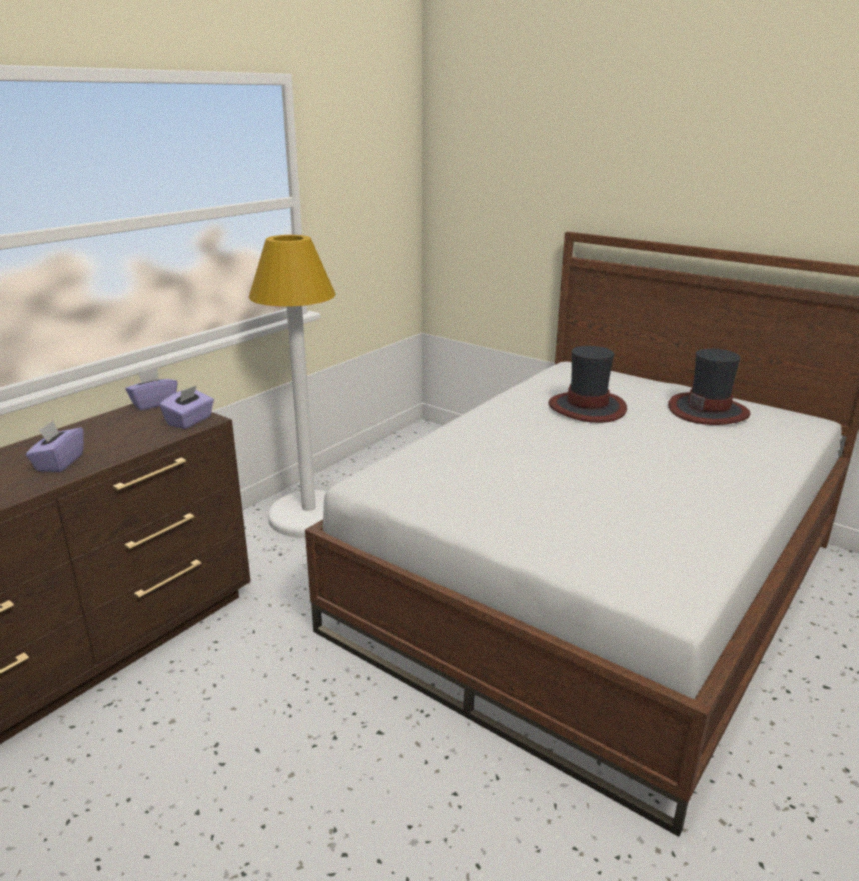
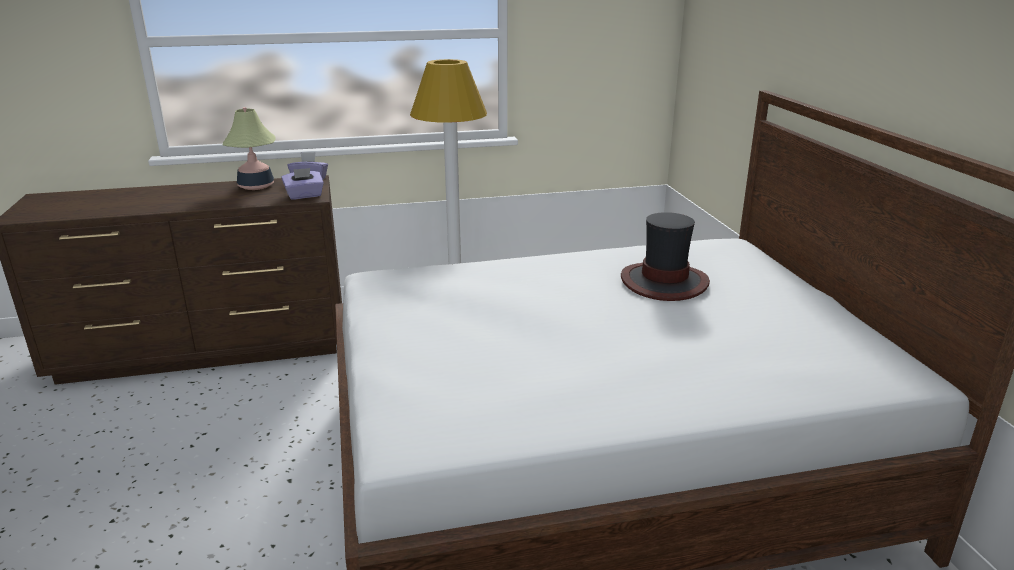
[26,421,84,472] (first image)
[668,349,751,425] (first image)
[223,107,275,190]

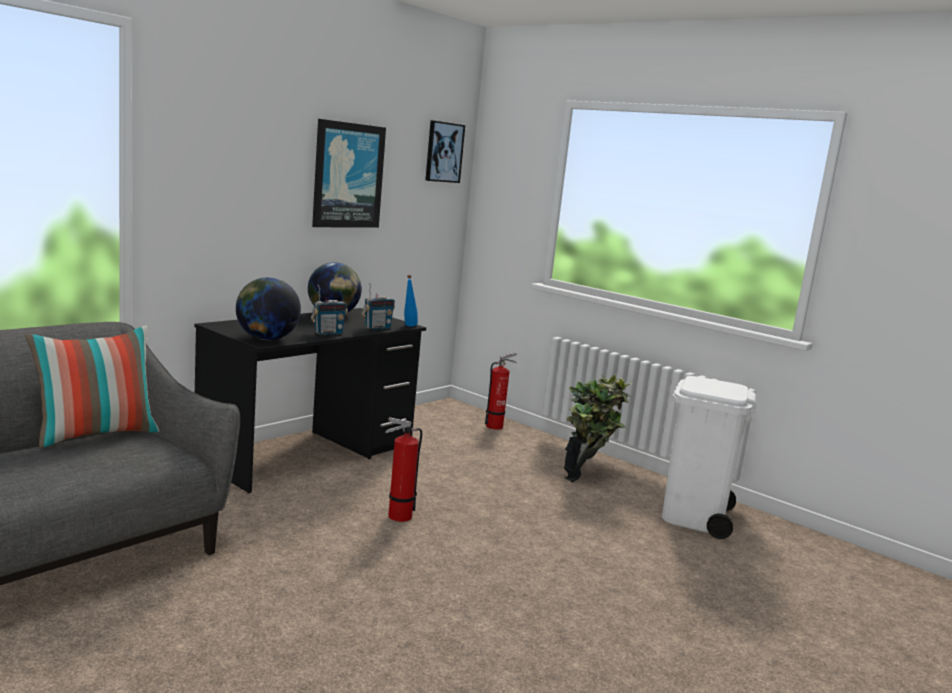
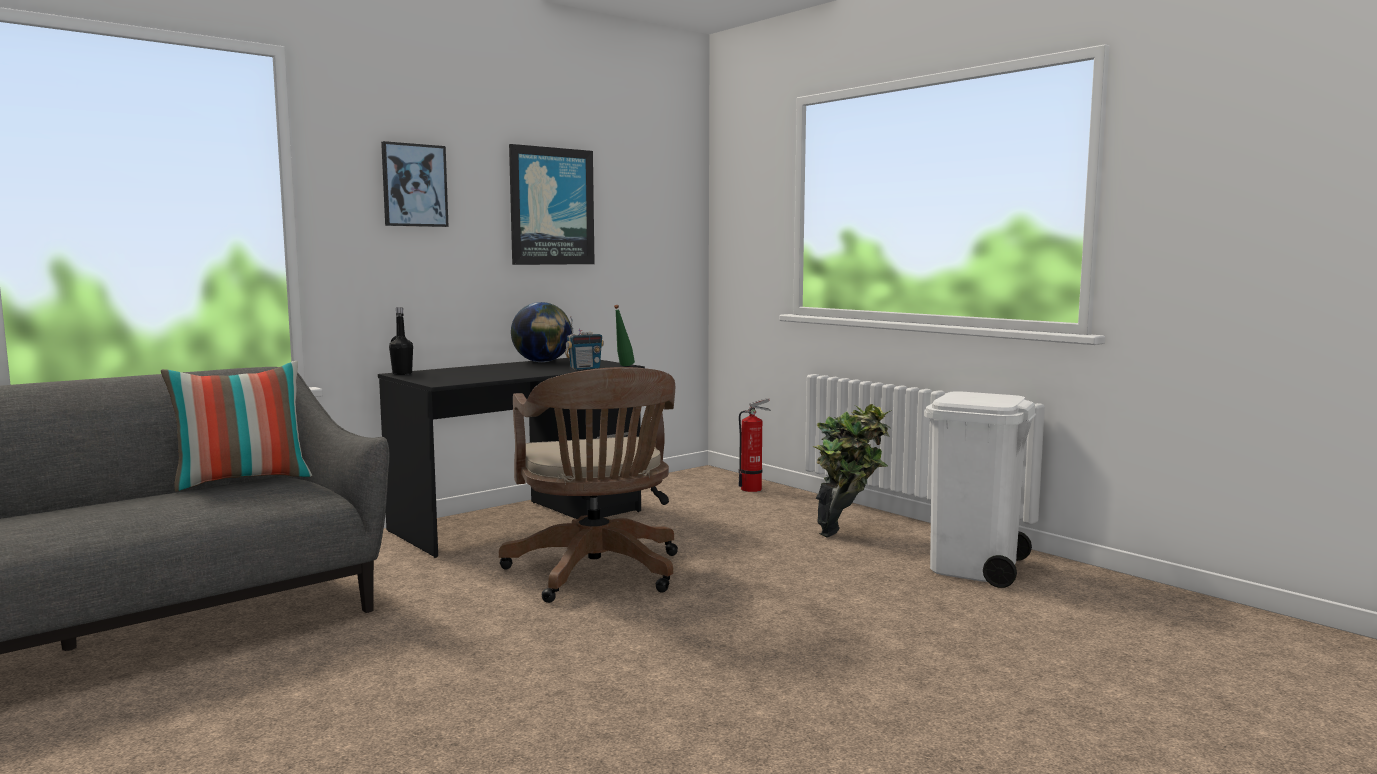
[236,277,301,340] (first image)
[311,285,348,335] (first image)
[389,307,413,375]
[381,141,449,227]
[499,367,678,603]
[614,305,635,366]

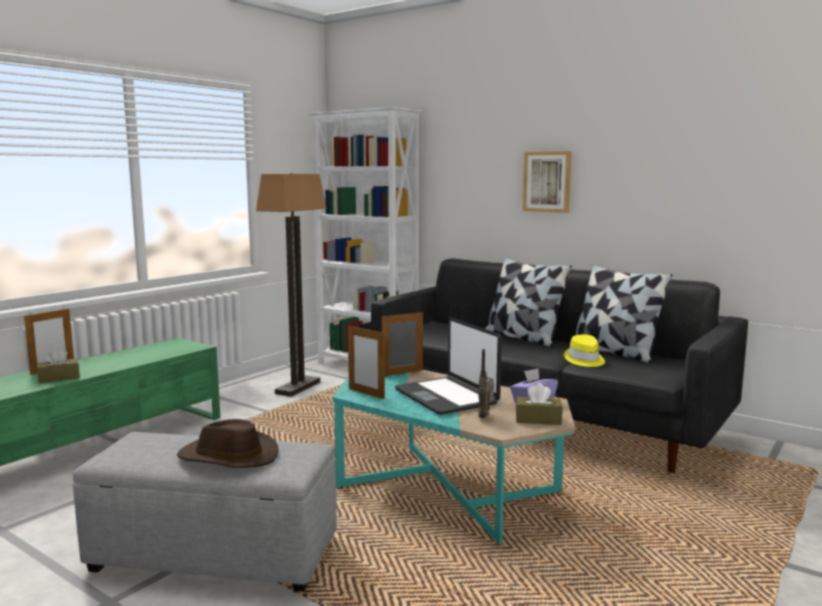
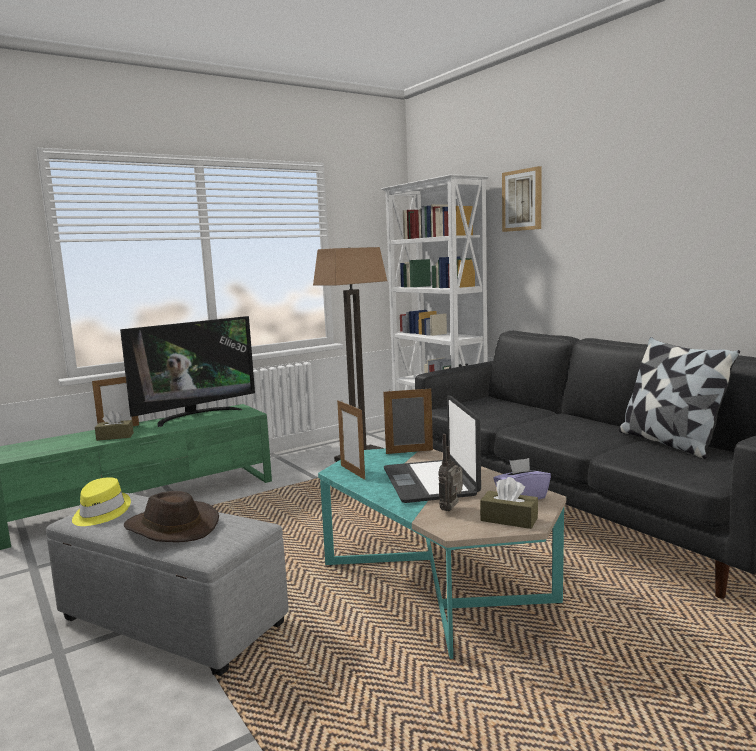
[485,257,572,347] (first image)
[120,316,255,427]
[502,166,542,232]
[72,477,131,526]

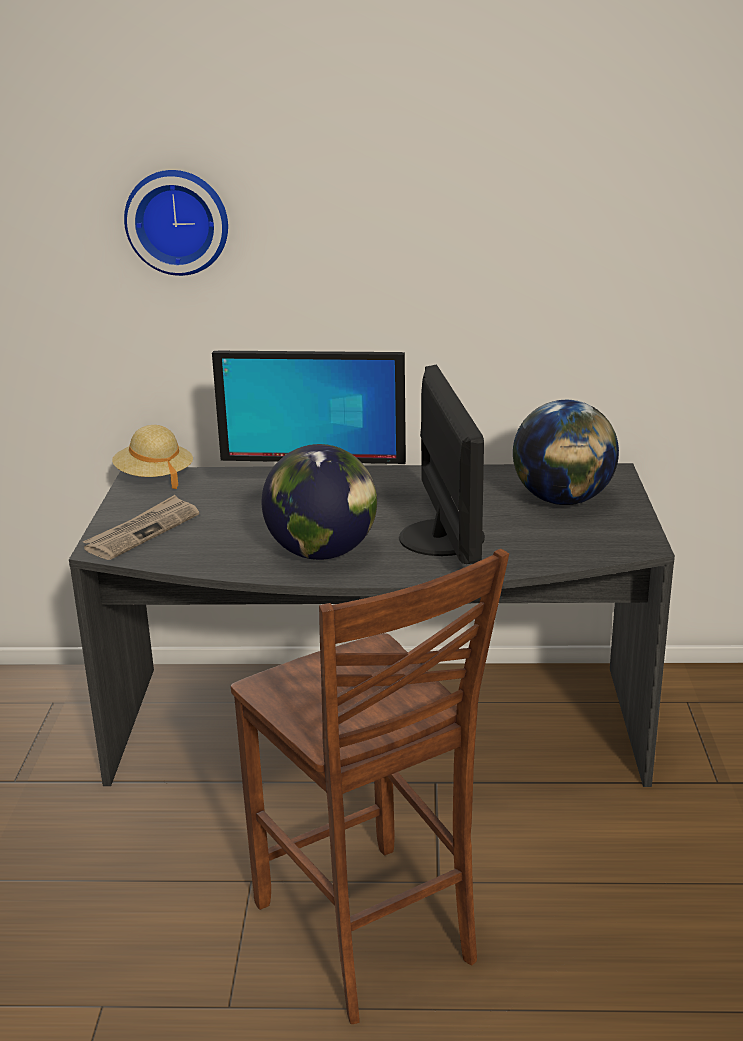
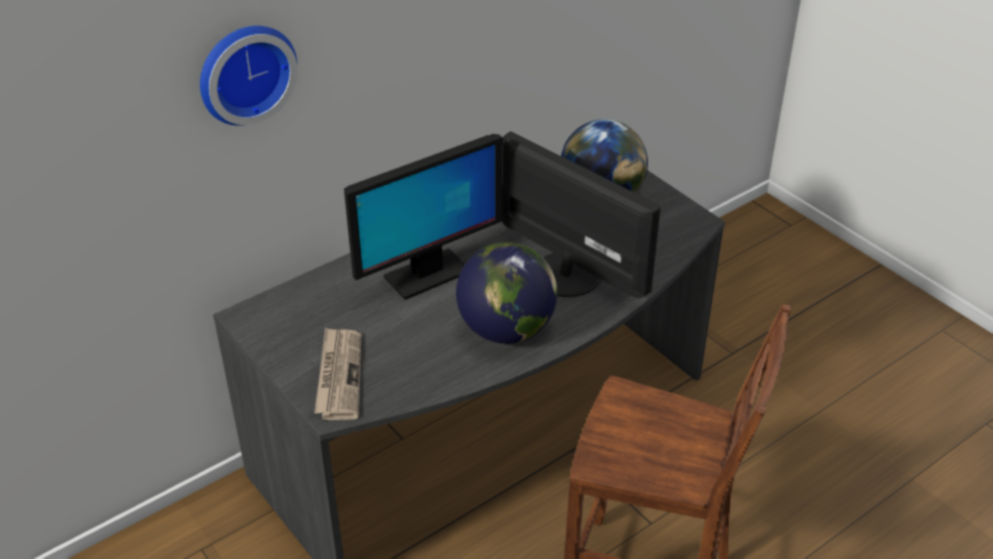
[112,425,193,489] (first image)

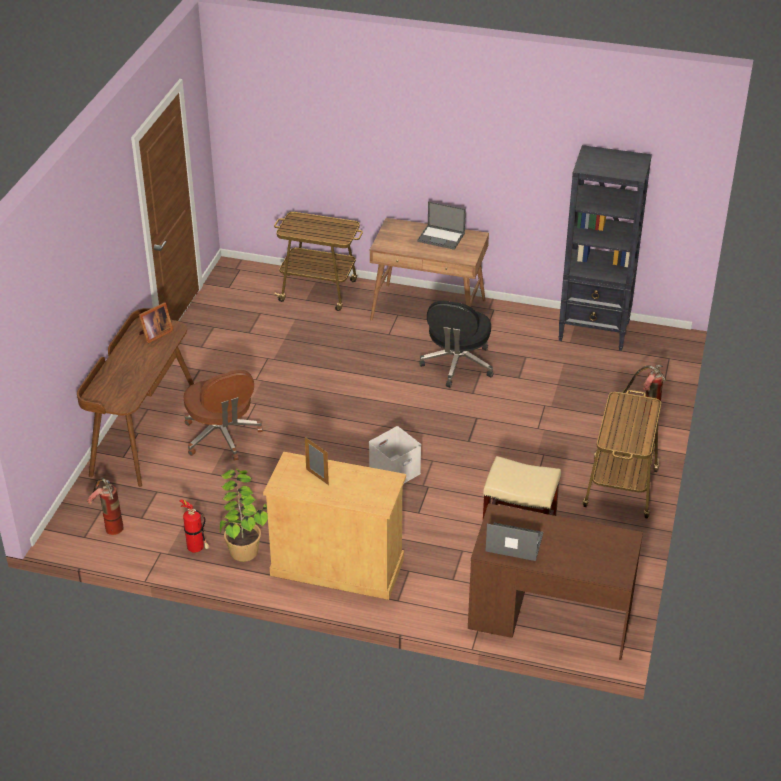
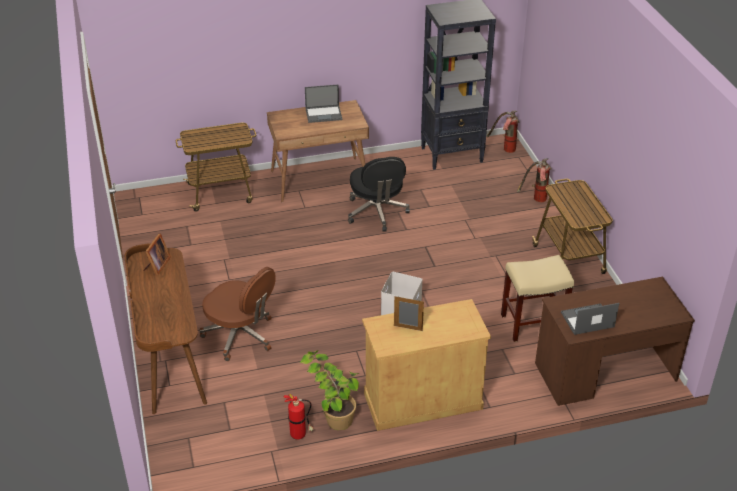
[487,110,520,153]

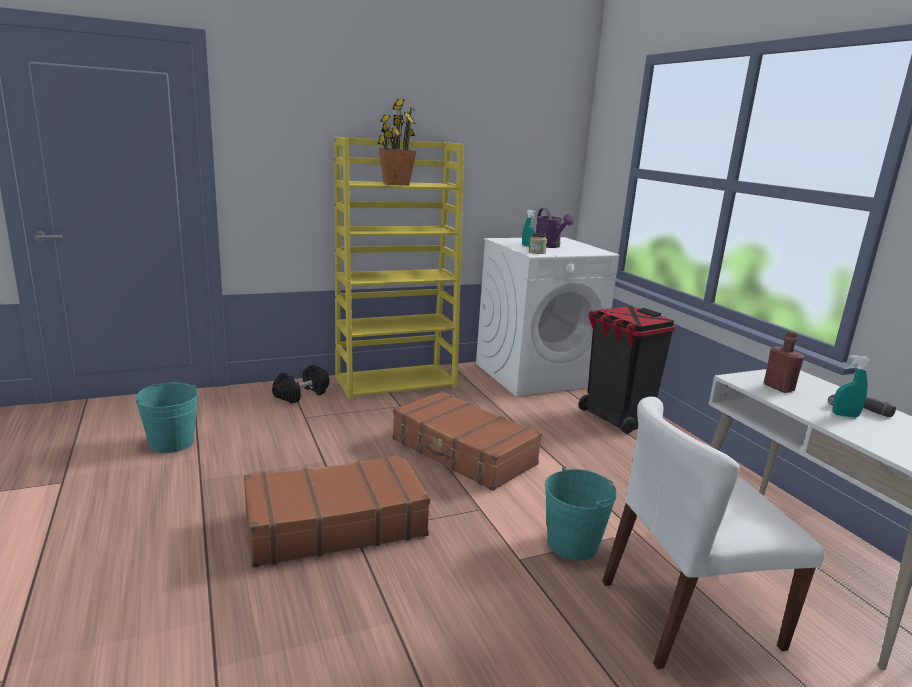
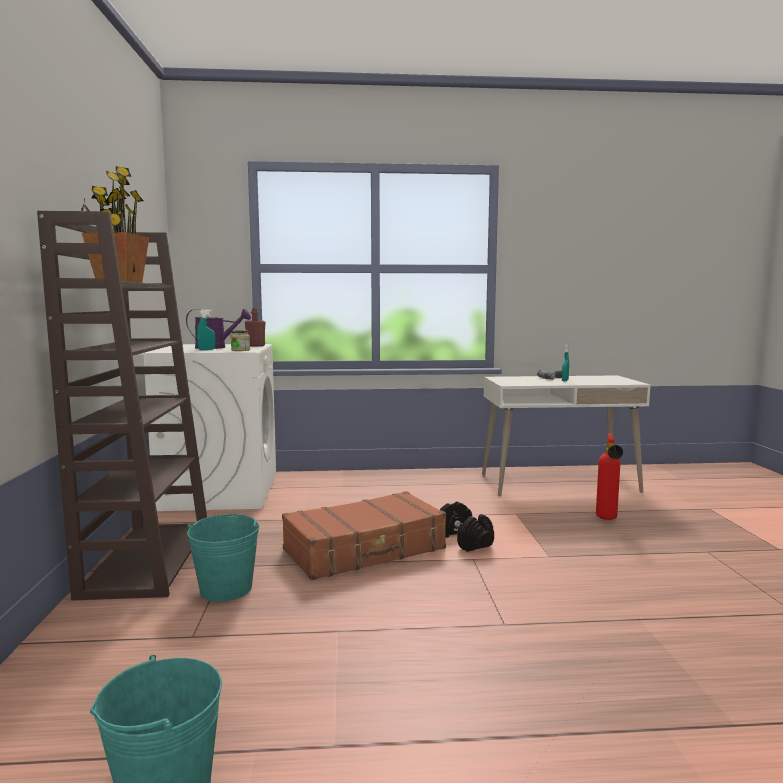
[244,454,430,567] (first image)
[579,306,676,434] (first image)
[440,502,494,552]
[187,514,259,602]
[245,308,265,346]
[596,433,623,520]
[37,211,207,601]

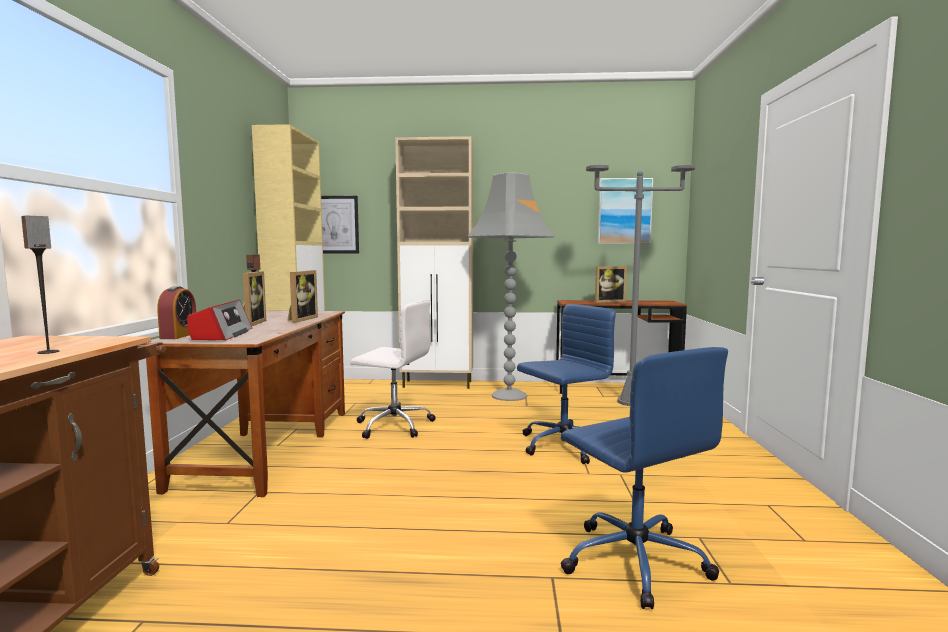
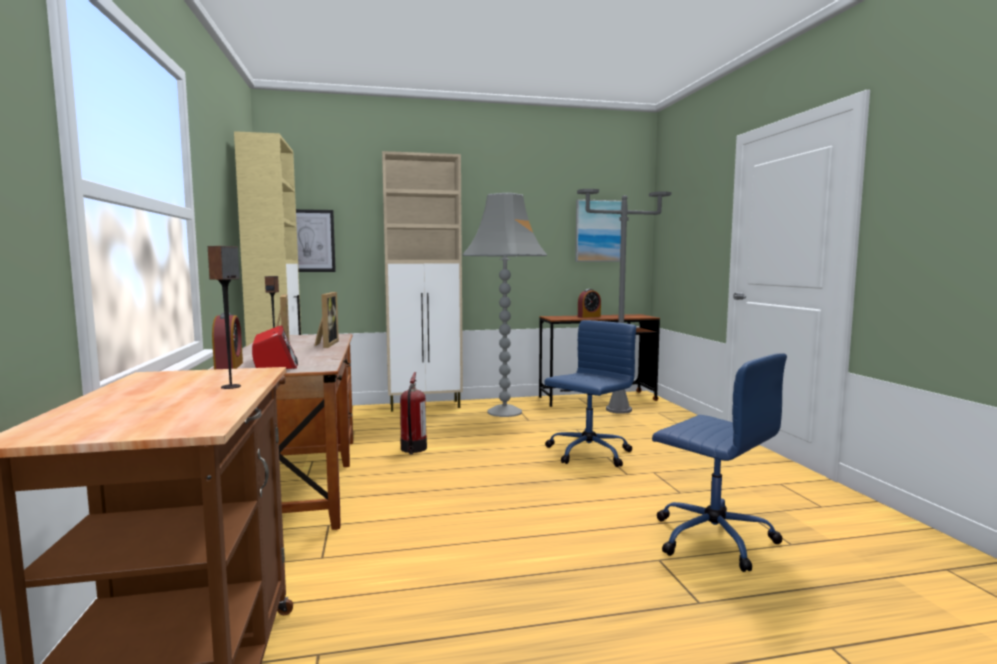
[400,372,427,454]
[578,289,601,318]

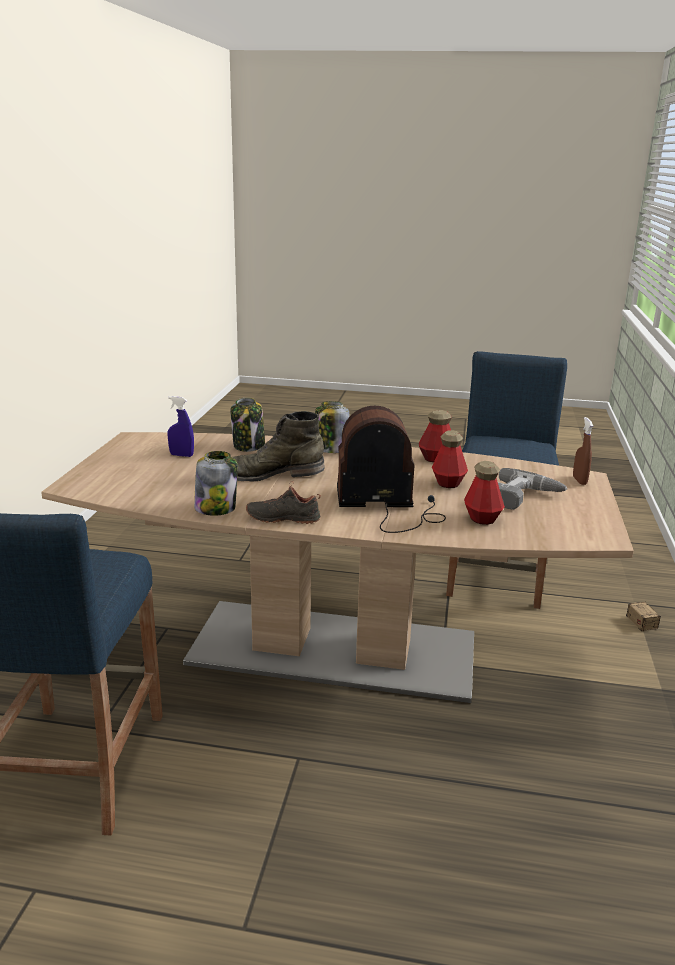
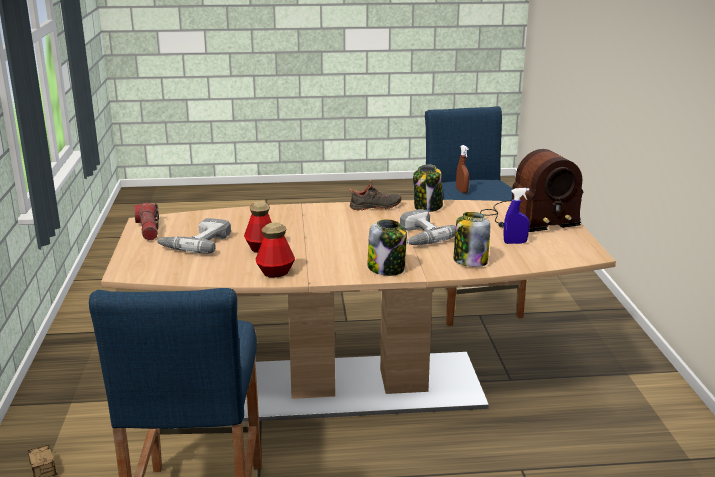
[464,461,505,525] (first image)
[134,203,159,241]
[480,149,583,232]
[456,145,469,193]
[400,209,456,245]

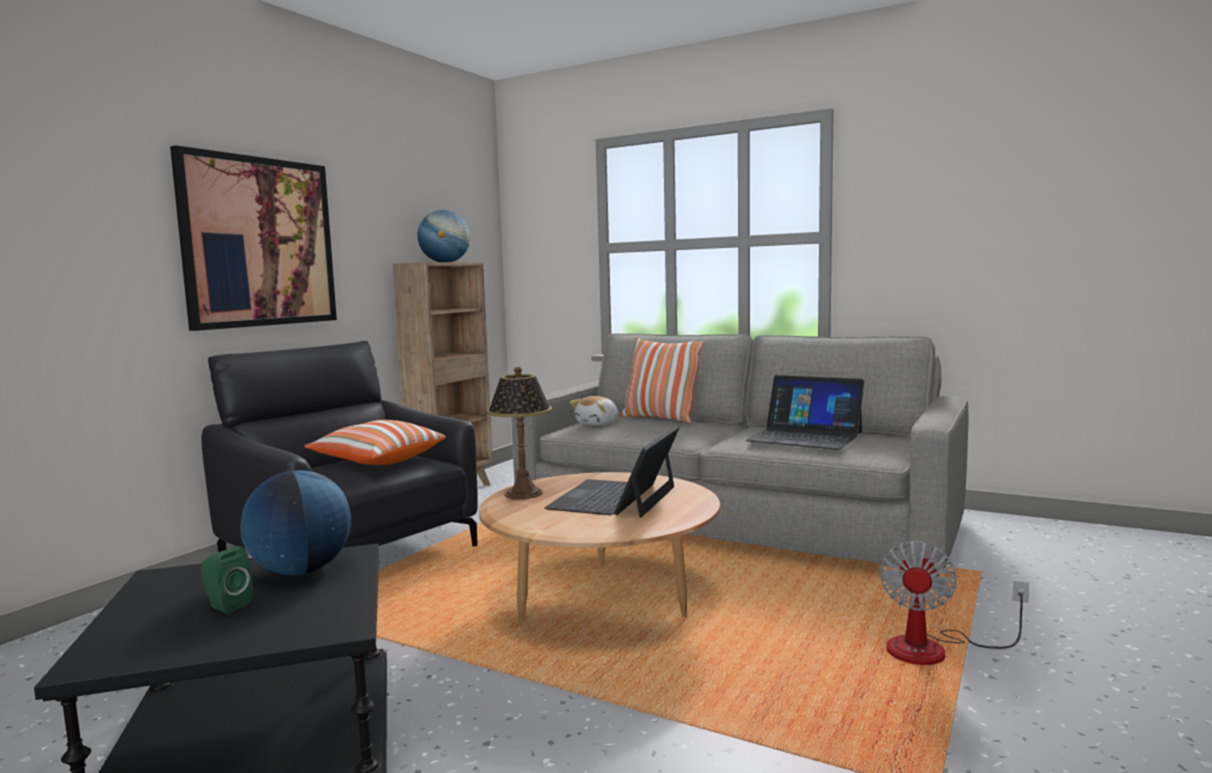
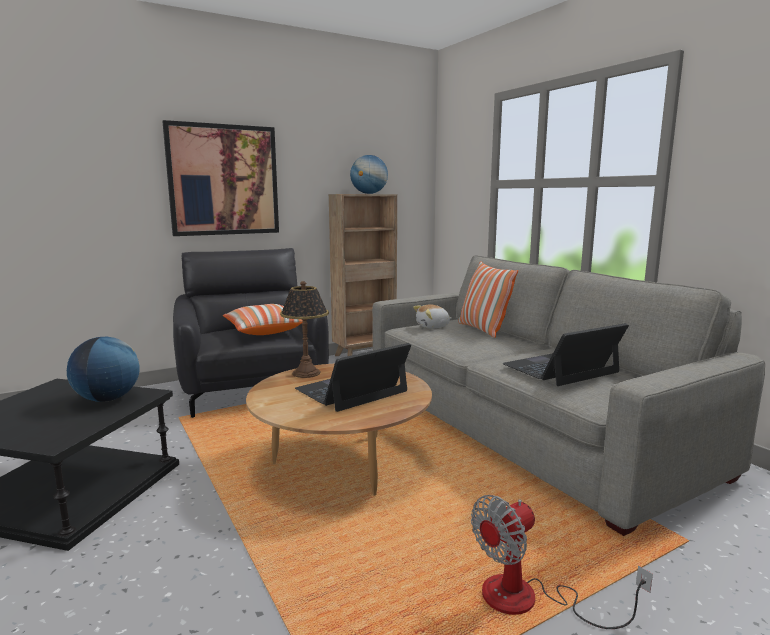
[201,546,253,613] (first image)
[502,323,629,386]

